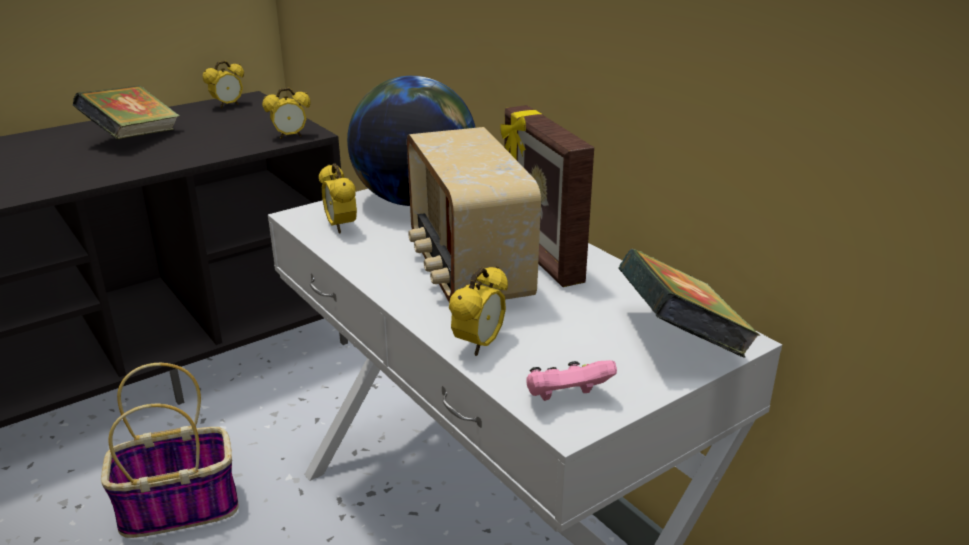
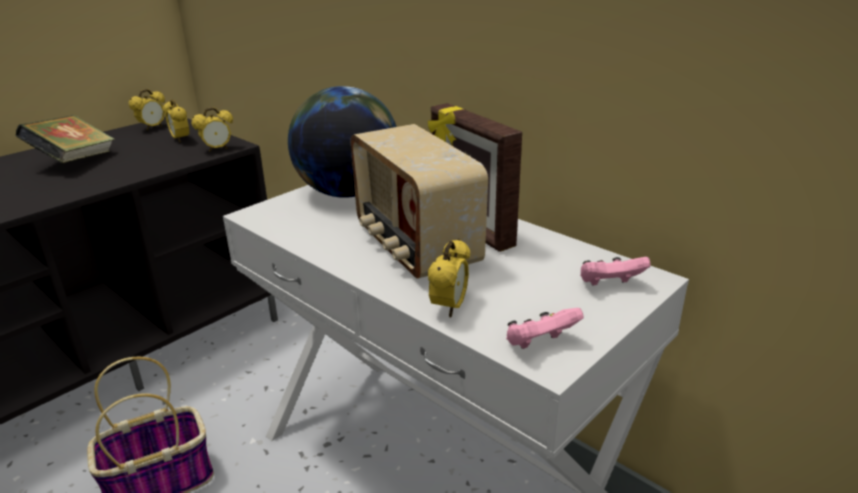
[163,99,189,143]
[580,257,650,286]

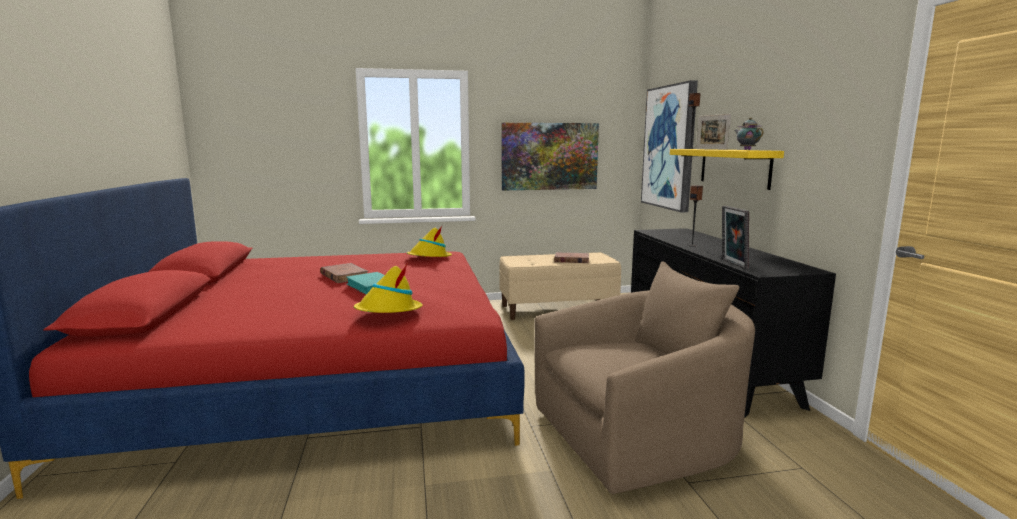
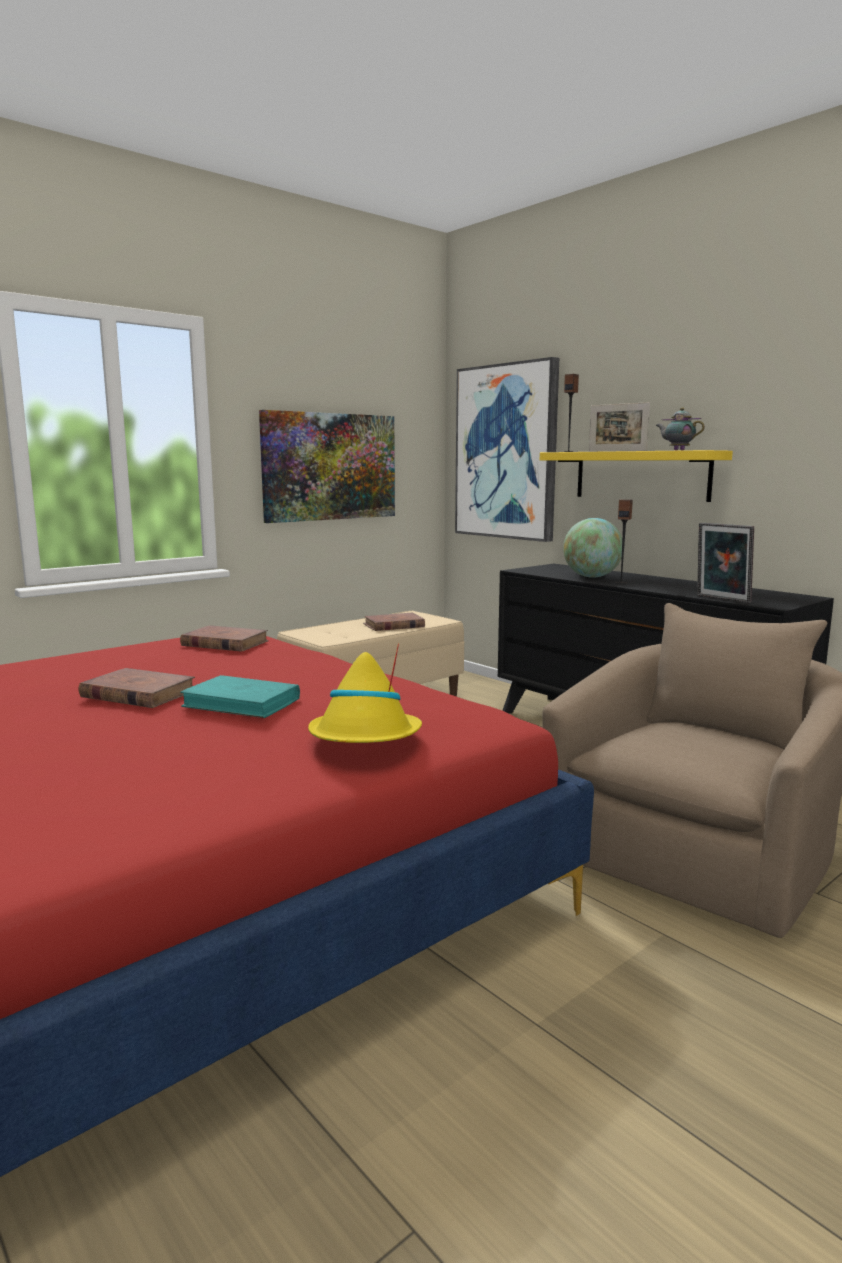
[563,518,622,578]
[180,625,269,652]

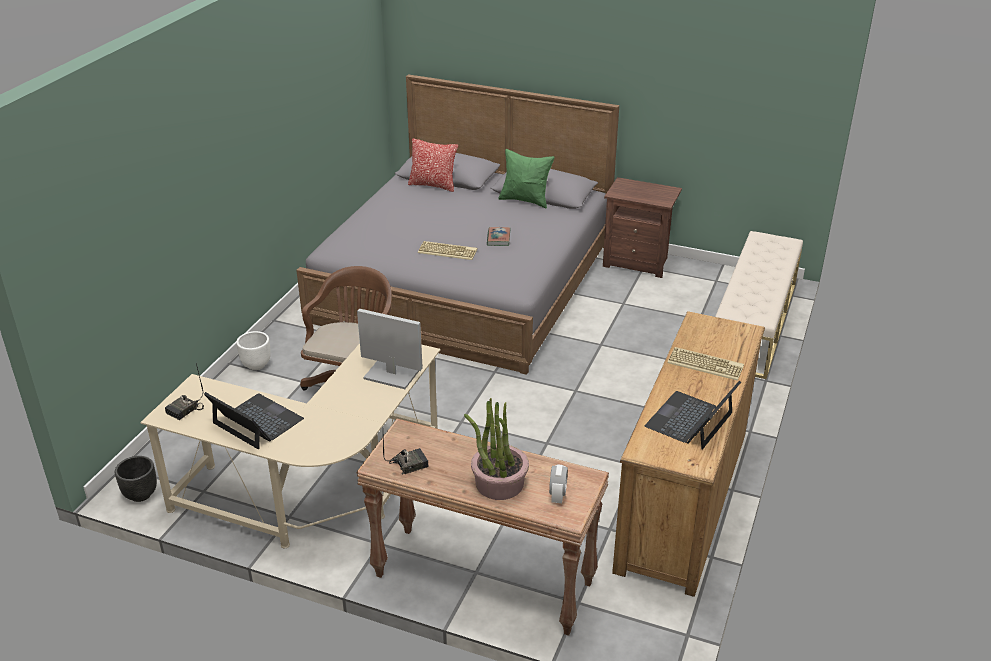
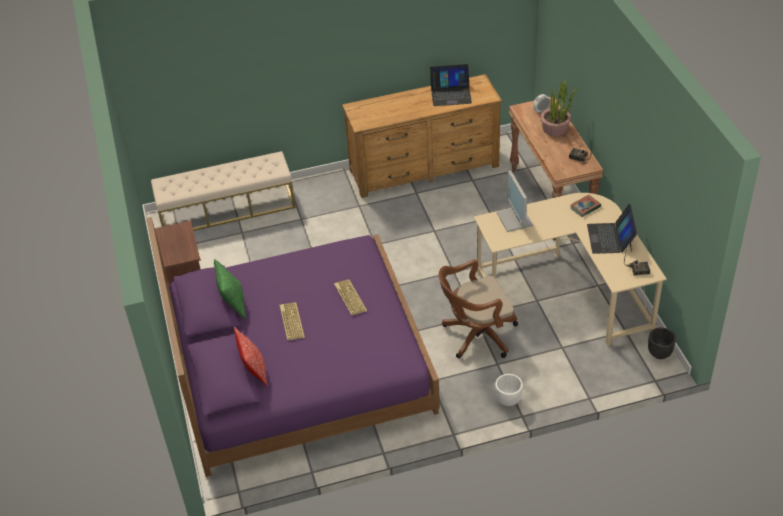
[570,195,601,217]
[279,302,305,340]
[146,217,440,477]

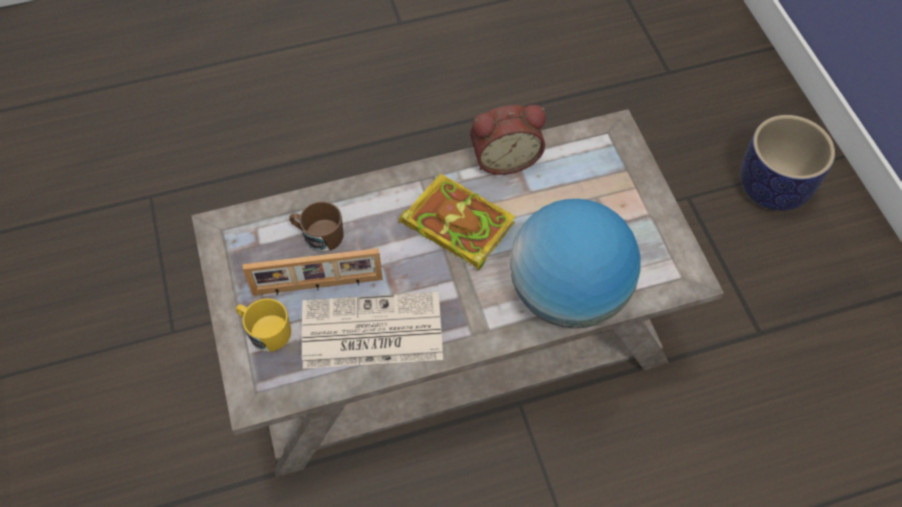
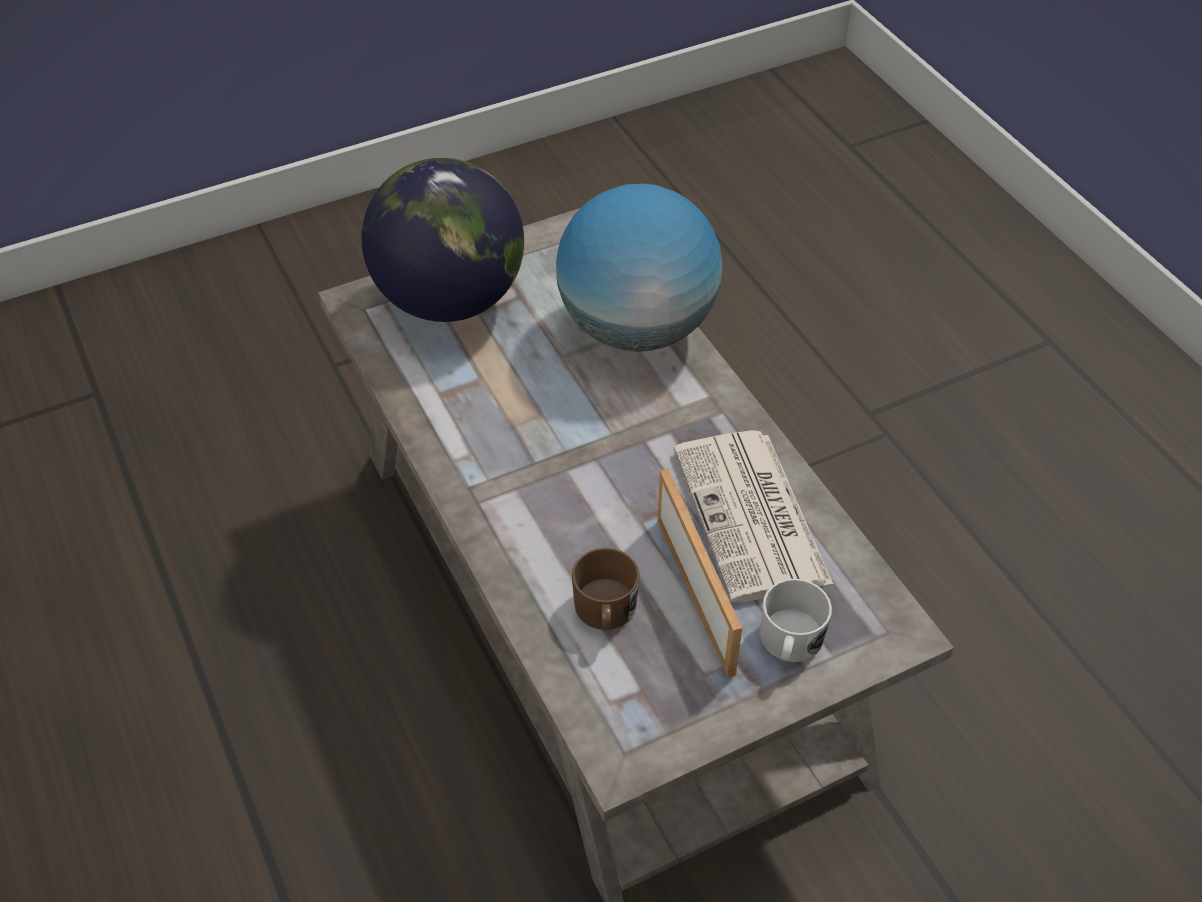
[399,173,516,271] (first image)
[470,105,546,175] (first image)
[740,115,835,211] (first image)
[362,158,524,322]
[760,578,832,662]

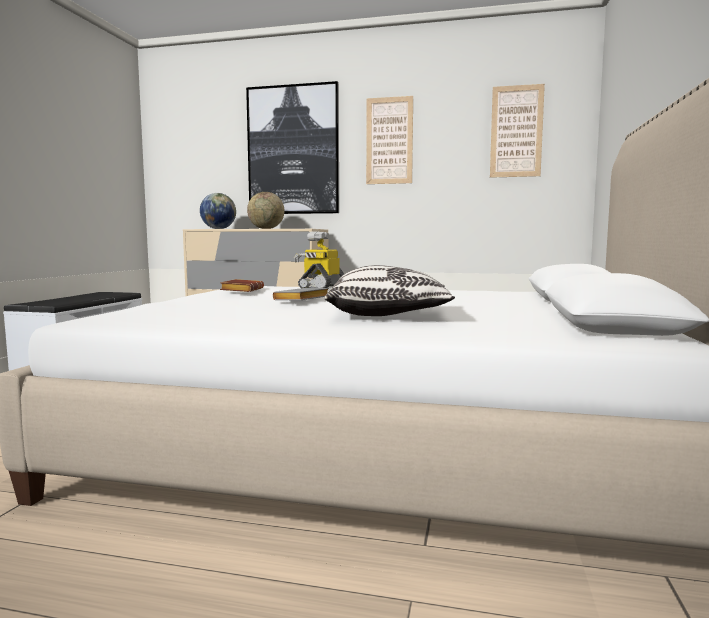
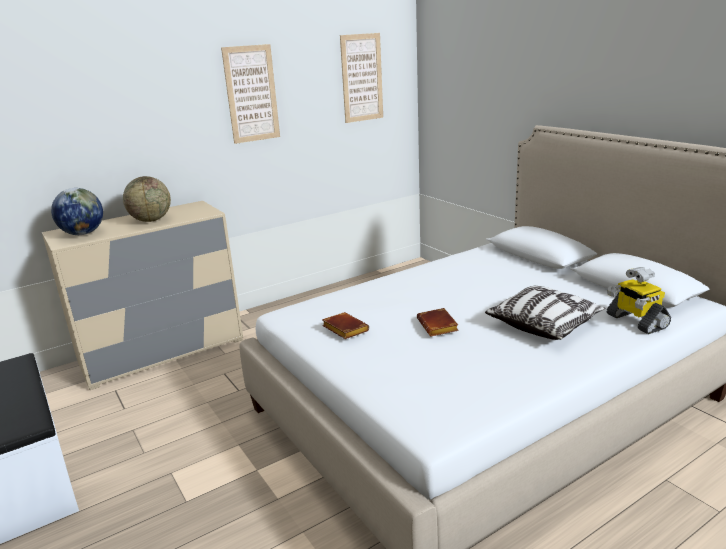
[246,81,339,214] (first image)
[606,267,671,334]
[417,308,459,336]

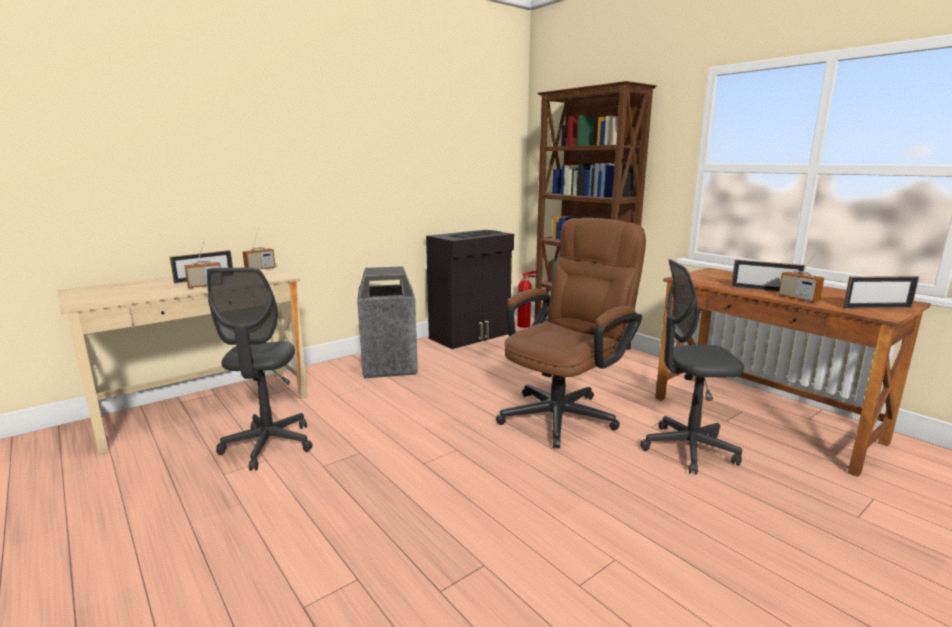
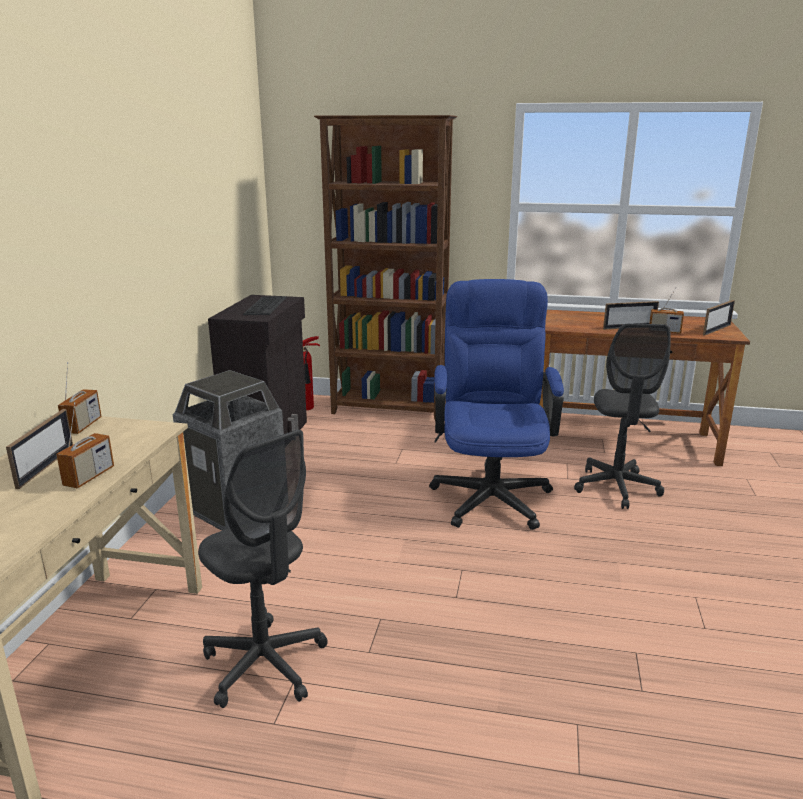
[429,279,564,530]
[574,324,671,509]

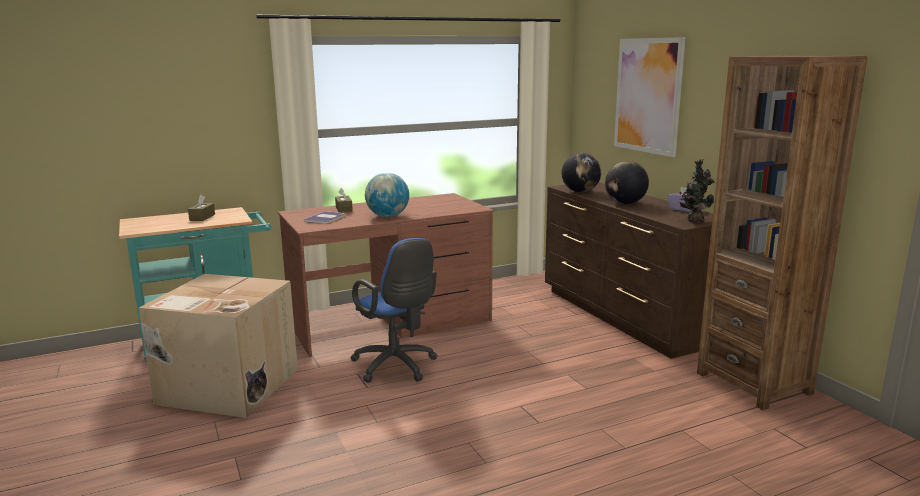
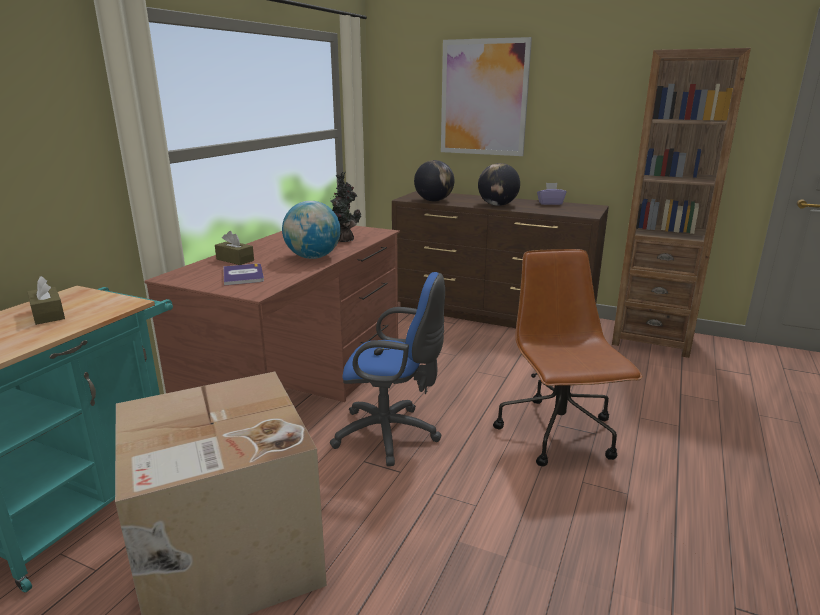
[493,249,643,466]
[330,172,361,242]

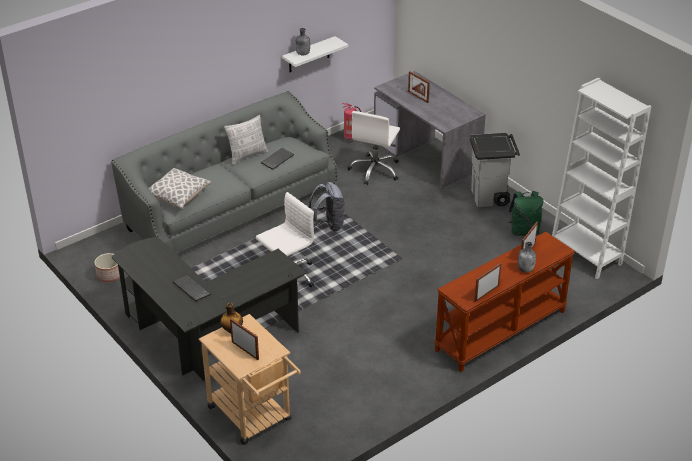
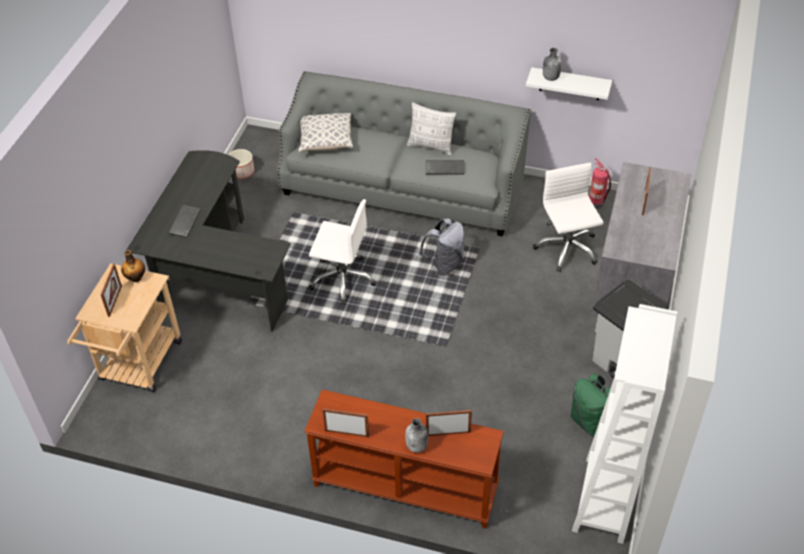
[533,163,604,272]

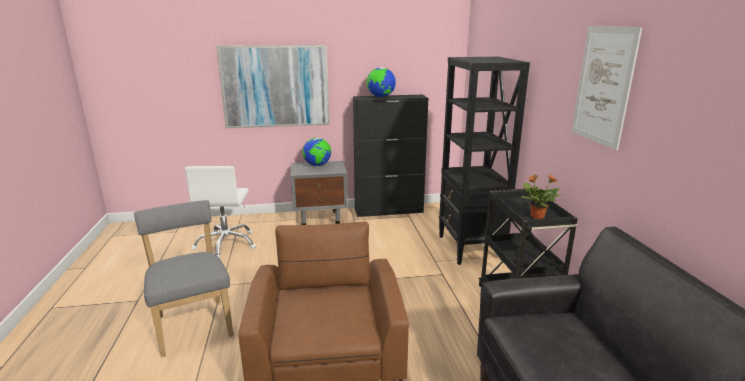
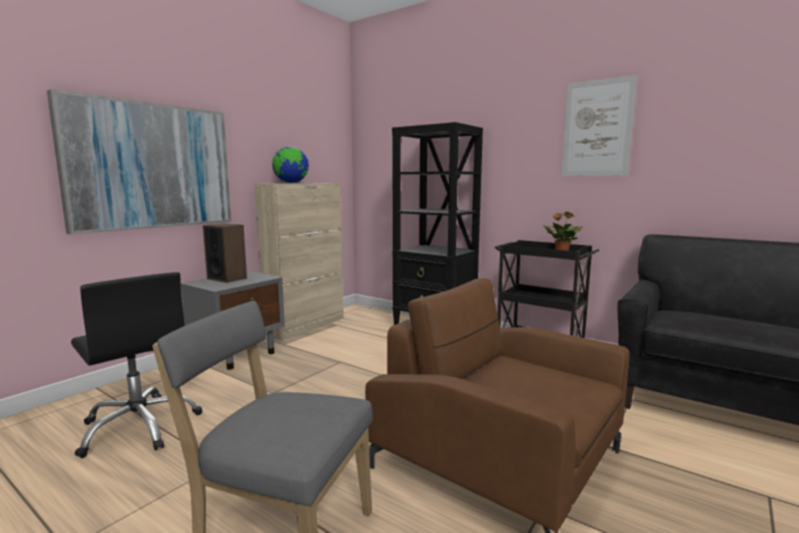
[203,223,247,283]
[71,272,202,458]
[255,183,344,341]

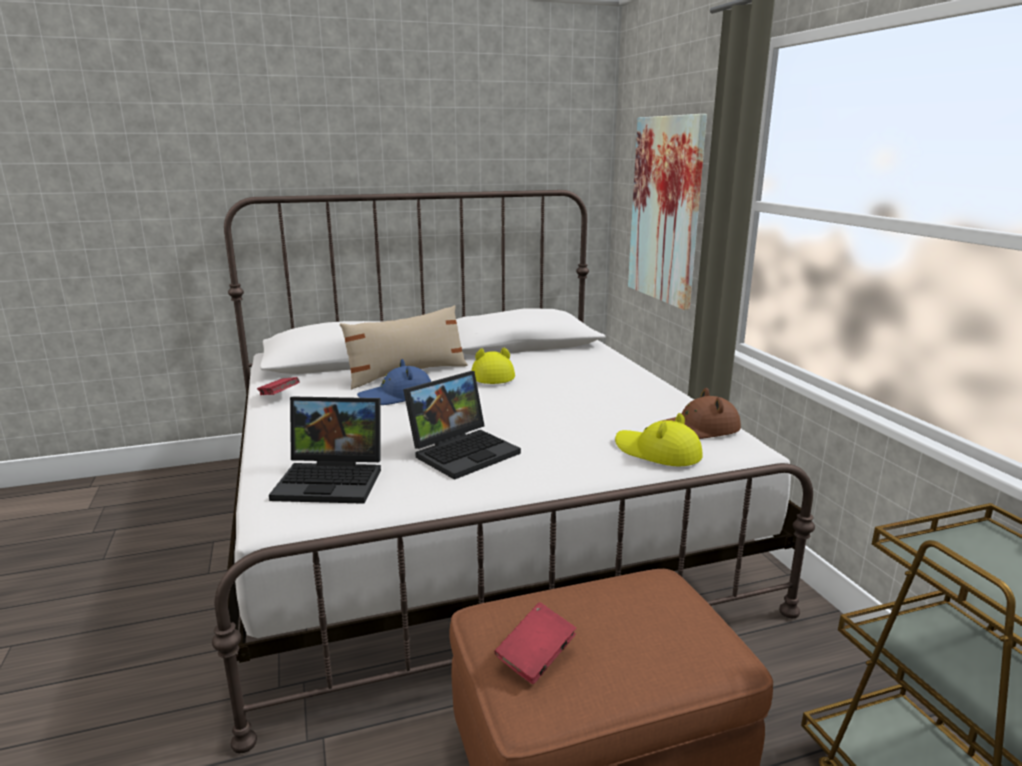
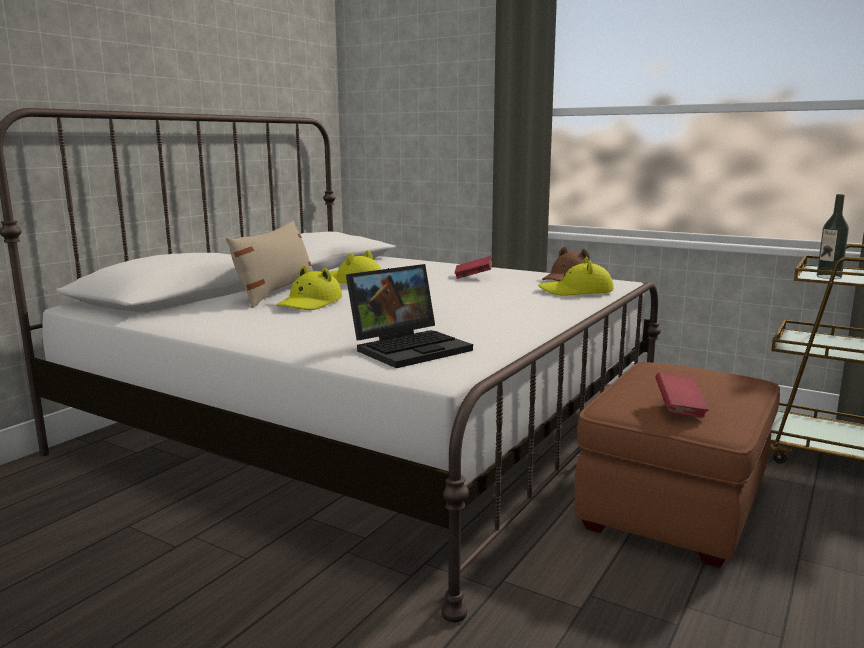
[403,371,521,480] (first image)
[628,114,707,310] (first image)
[817,194,849,279]
[455,256,492,279]
[276,266,342,310]

